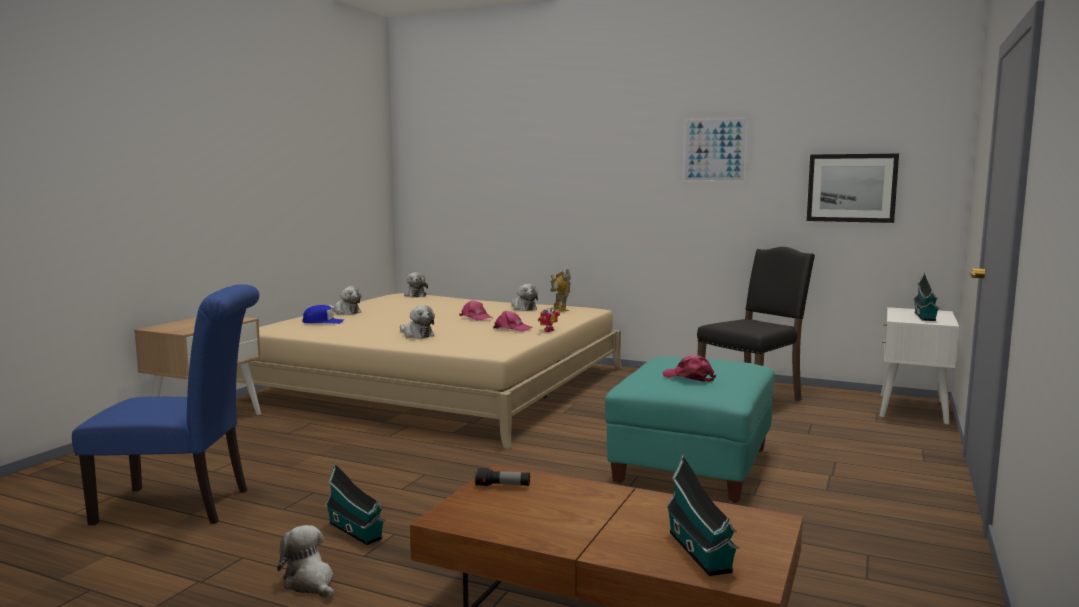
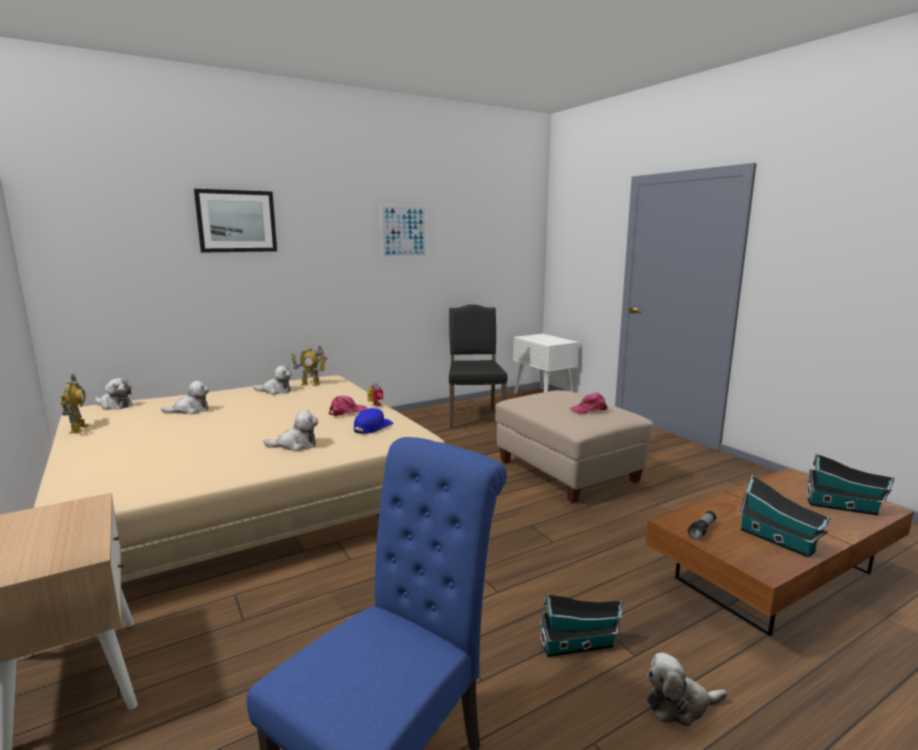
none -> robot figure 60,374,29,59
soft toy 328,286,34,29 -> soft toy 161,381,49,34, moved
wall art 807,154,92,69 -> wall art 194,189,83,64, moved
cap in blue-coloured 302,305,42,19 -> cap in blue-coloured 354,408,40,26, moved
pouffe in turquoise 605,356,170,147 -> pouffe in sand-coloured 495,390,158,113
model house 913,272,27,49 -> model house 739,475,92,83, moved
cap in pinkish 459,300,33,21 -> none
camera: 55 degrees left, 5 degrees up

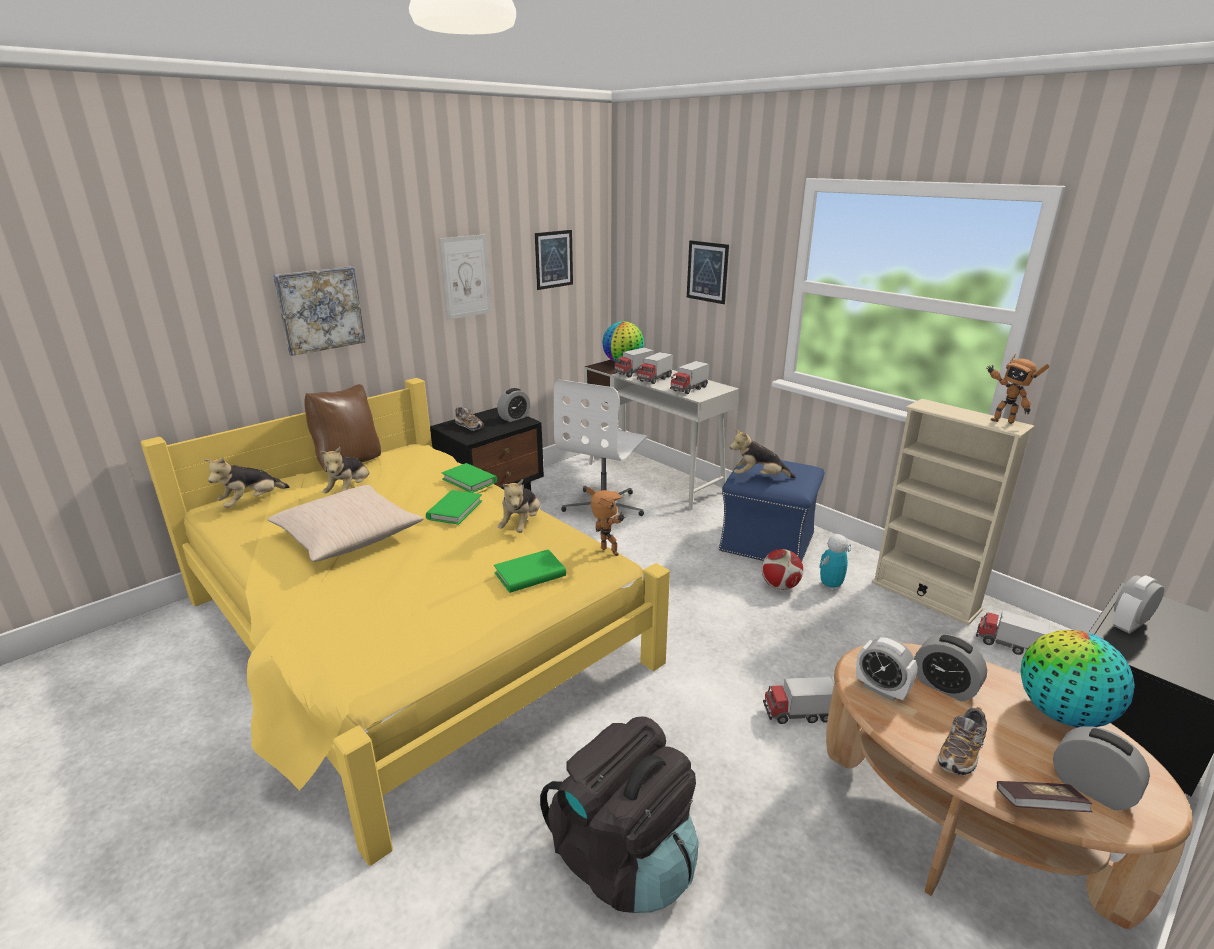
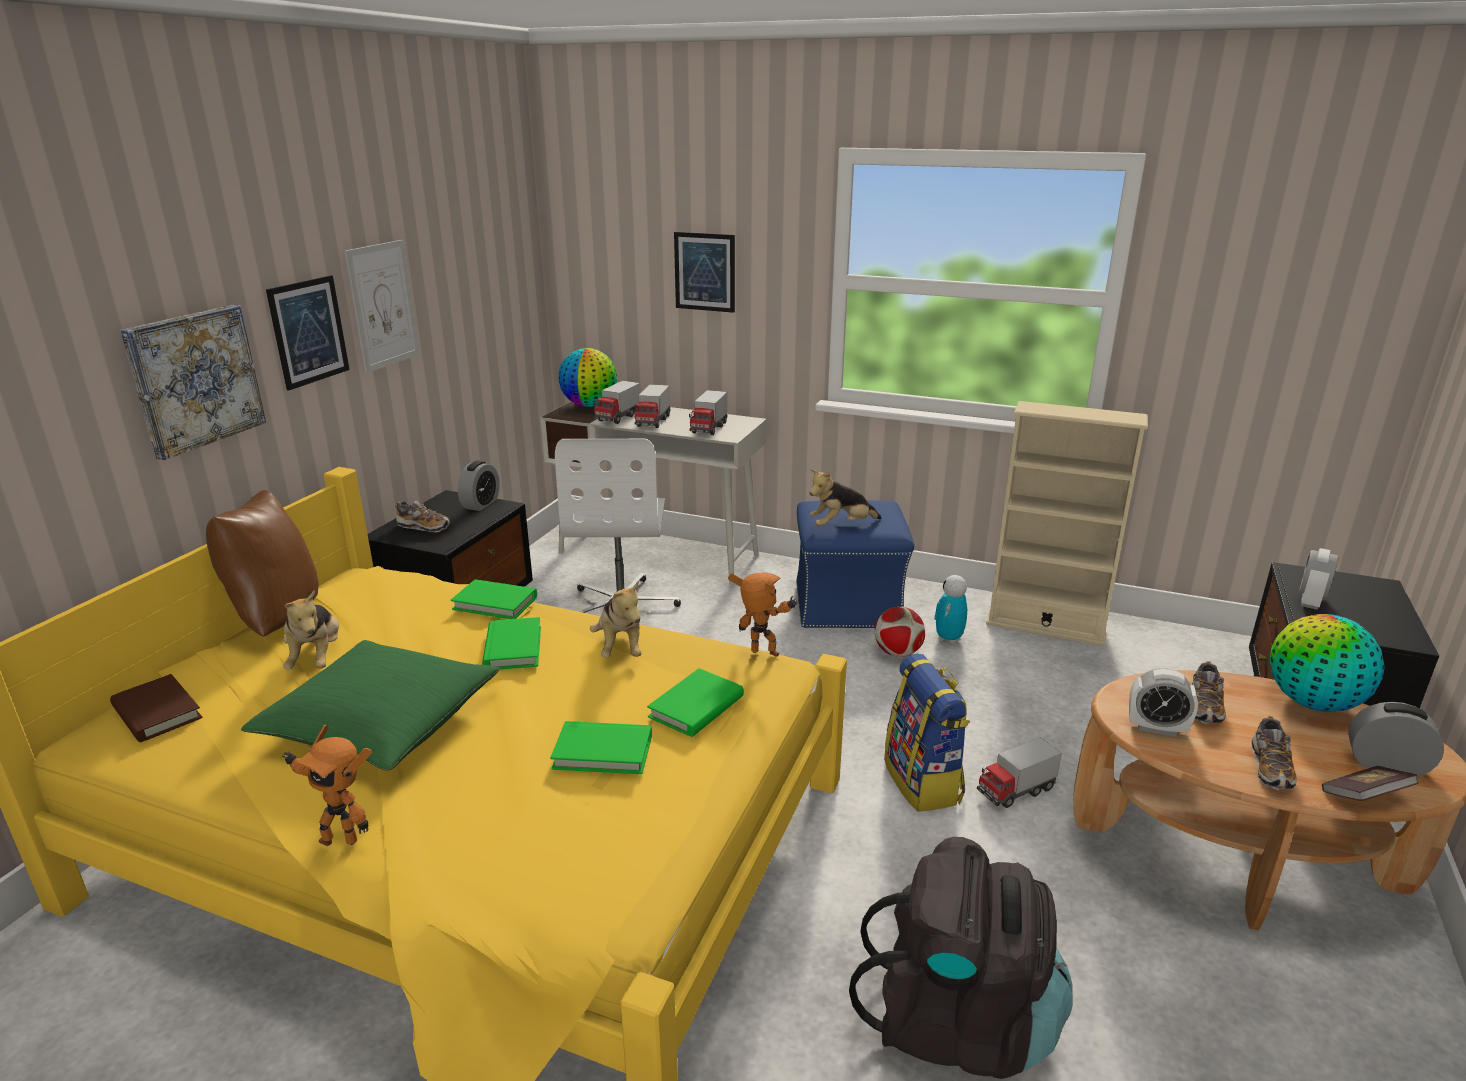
soft toy 204,457,86,51 -> volume in brownish 110,674,93,68
cushion in sand-coloured 267,485,157,77 -> cushion in greenish 241,640,259,131
wall art 535,230,38,60 -> wall art 266,275,84,116, moved
robot figure 986,354,63,70 -> robot figure 282,725,90,121, moved
none -> volume in greenish 550,721,102,53
none -> backpack 884,654,86,158
bedside clock 914,634,73,67 -> item of footwear 1192,661,34,63
model truck 976,610,74,45 -> none
camera: 25 degrees left, 0 degrees up

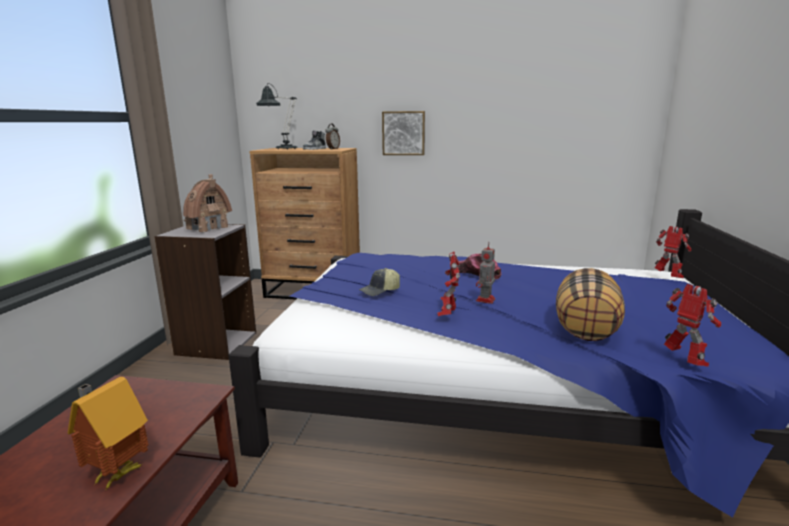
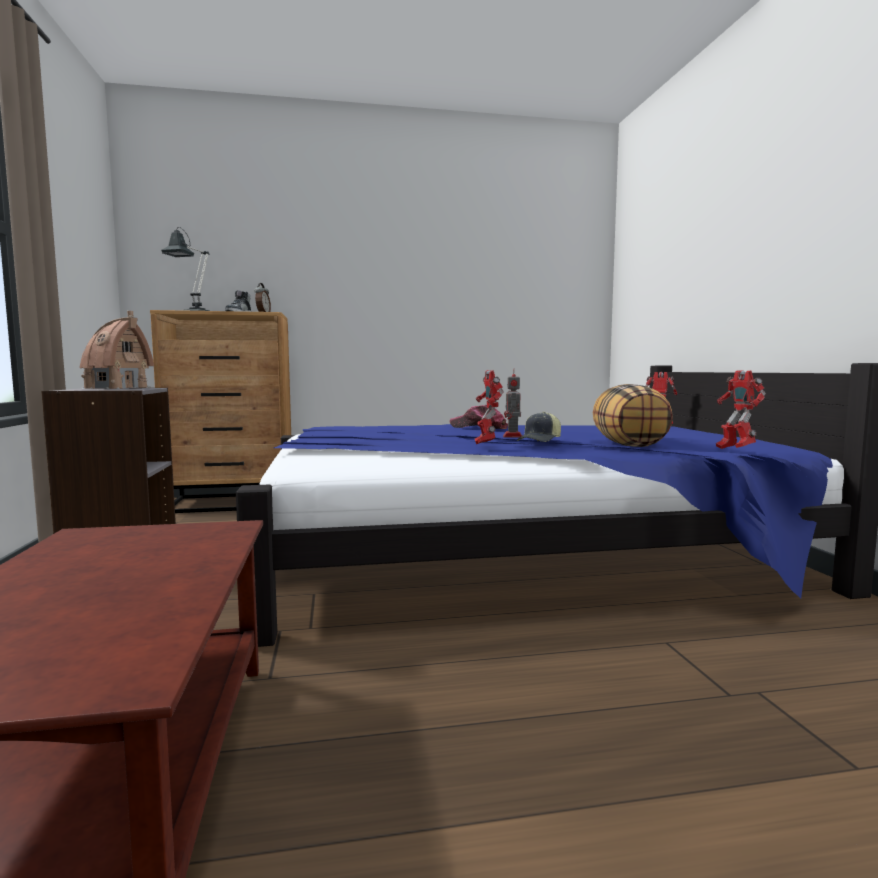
cap 359,268,41,28 -> cap 517,412,44,30, moved
robot figure 664,284,57,83 -> robot figure 716,370,50,79, 150 degrees counterclockwise
model house 67,377,82,114 -> none
wall art 382,111,43,44 -> none
camera: 20 degrees left, 10 degrees down

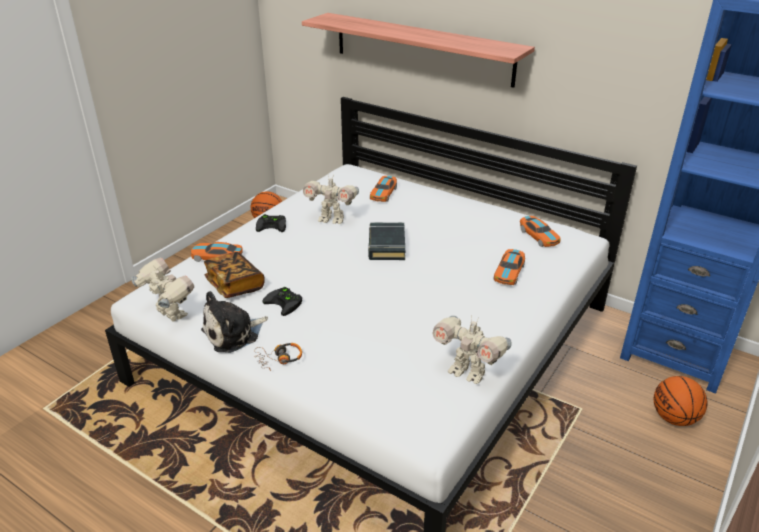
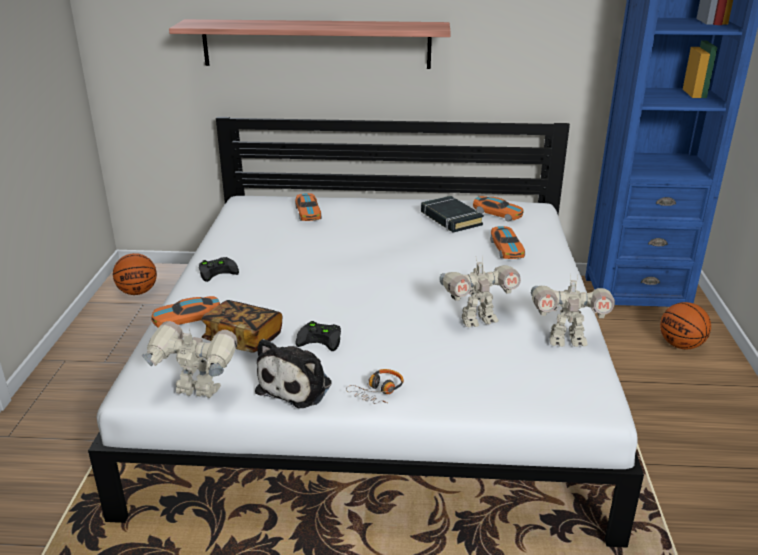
volume in black-coloured 368,222,37,38 -> volume in black-coloured 421,196,63,37, moved
robot figure 303,174,56,50 -> robot figure 439,258,82,69, moved
camera: 30 degrees left, 5 degrees down

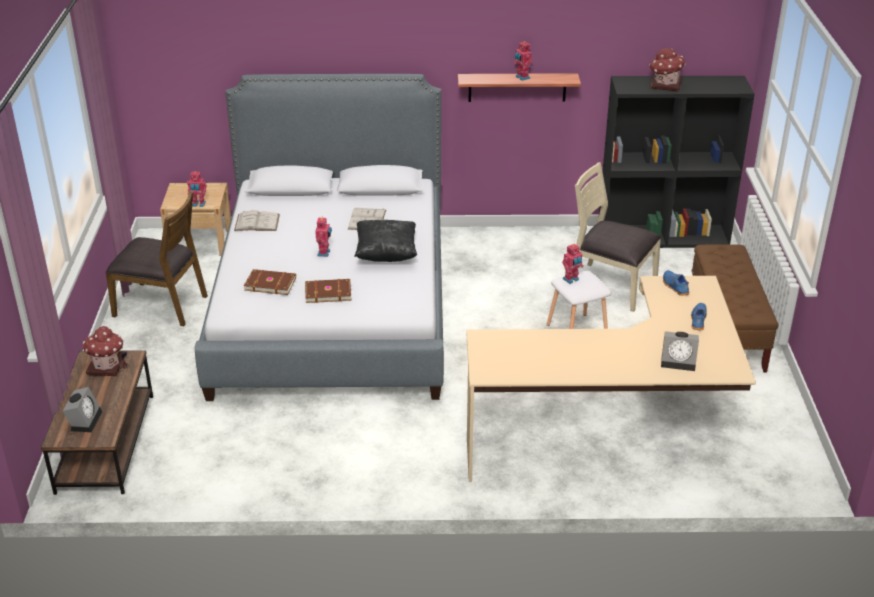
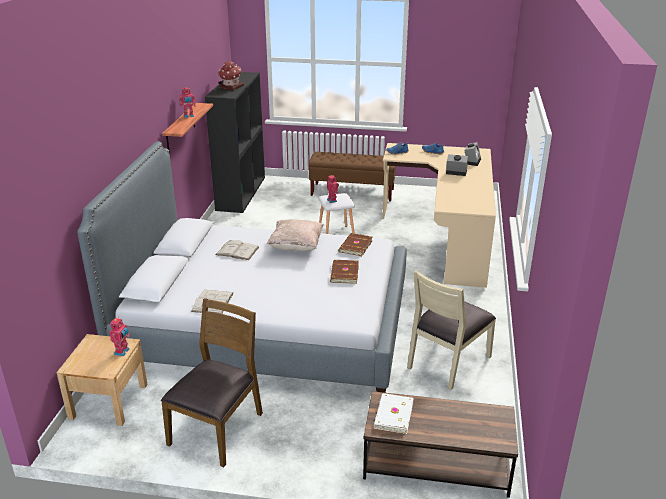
cushion in black-coloured 354,220,63,42 -> cushion in sand-coloured 267,219,57,32
volume in brownish 244,269,52,26 -> volume in brownish 339,233,34,23, moved
model house 83,326,45,50 -> volume in white 374,393,40,41
plain chair in sand-coloured 575,162,86,150 -> plain chair in sand-coloured 407,270,89,120, moved
bedside clock 63,387,39,45 -> bedside clock 446,154,22,22, moved
robot figure 315,216,17,41 -> none
camera: 80 degrees left, 5 degrees down

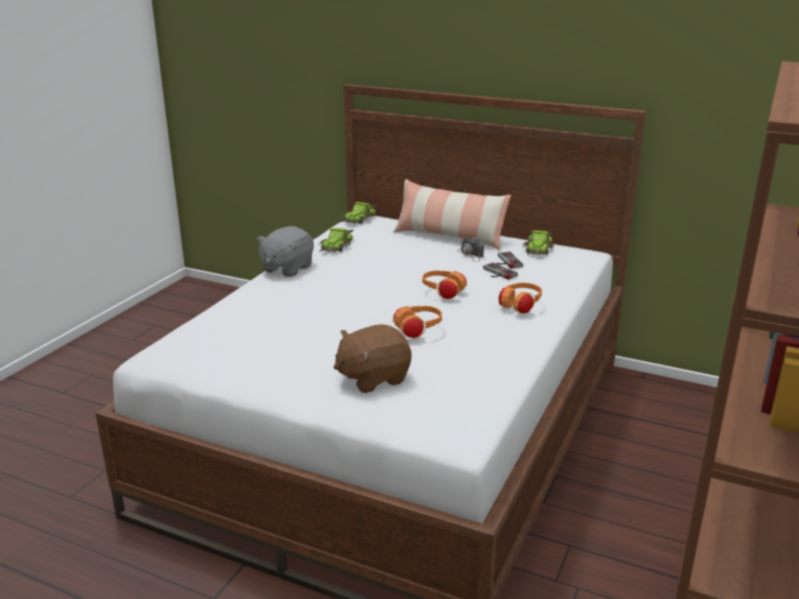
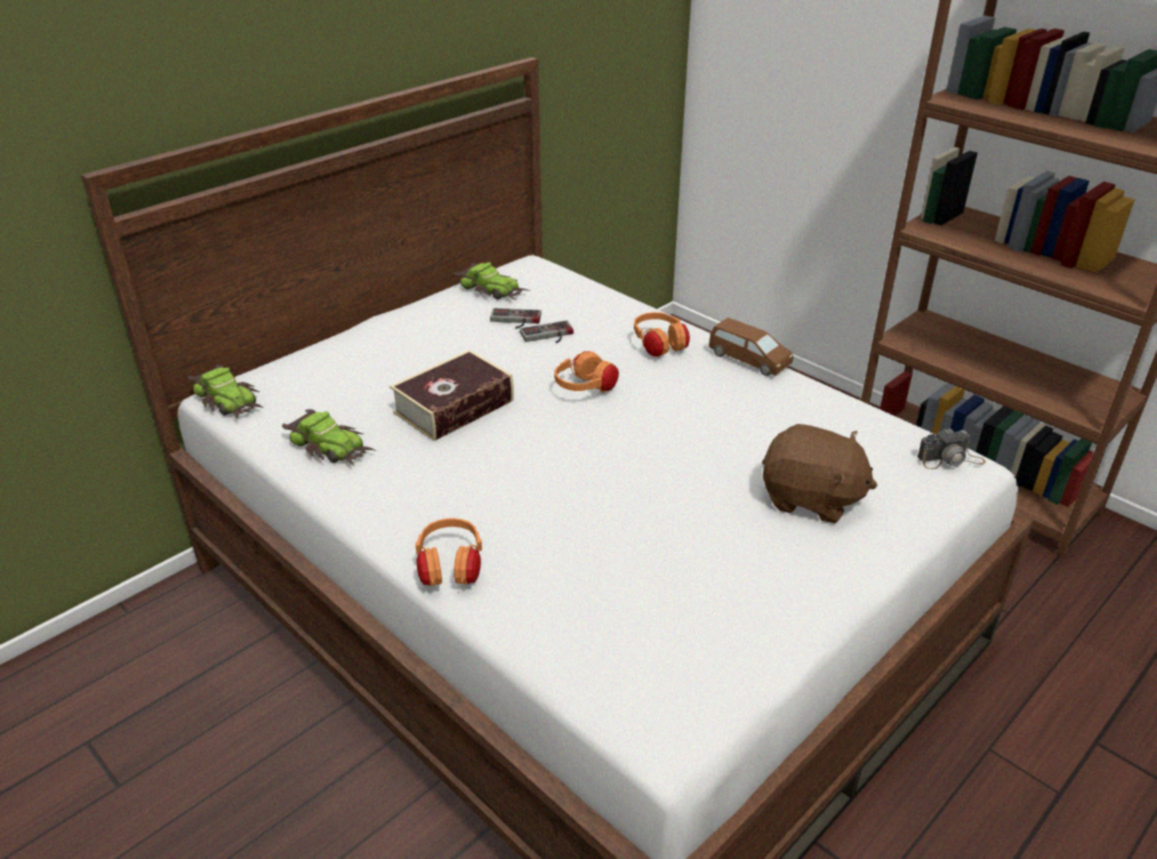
none -> volume 390,350,124,91
headset in orangey 392,306,50,32 -> headset in orangey 415,518,67,68, moved
none -> model car in brownish 709,318,84,58
soft toy in brownish 334,324,77,69 -> soft toy in brownish 762,424,116,99, 60 degrees counterclockwise
still camera 457,237,27,25 -> still camera 917,428,69,41, moved
soft toy in grey 257,226,57,51 -> none
cushion 394,179,117,71 -> none
camera: 70 degrees left, 10 degrees up

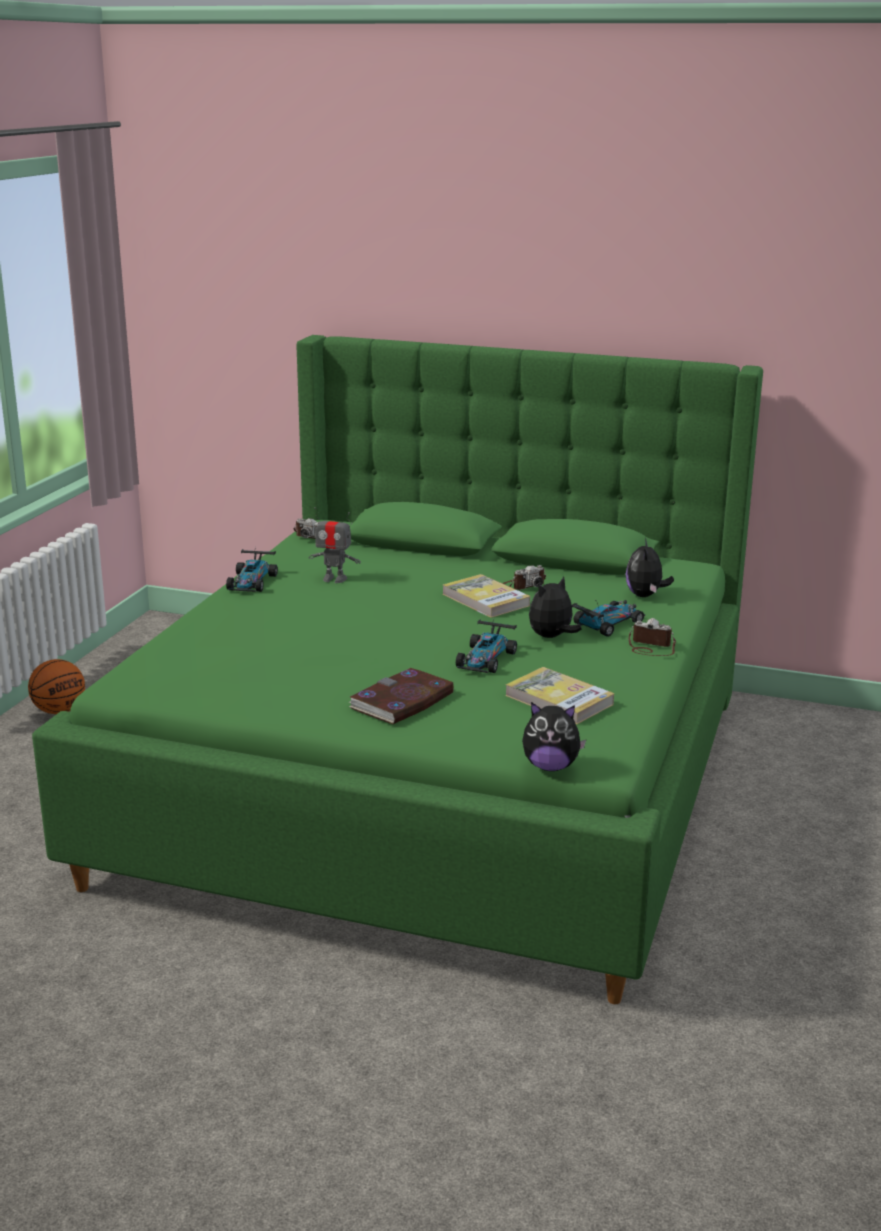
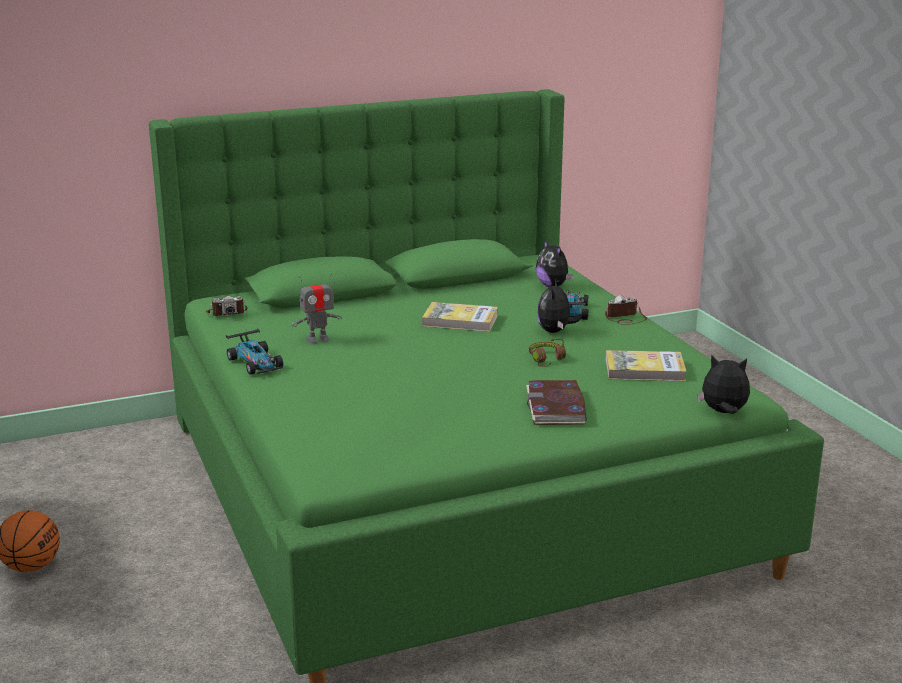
model car 456,619,61,54 -> headset in brownish 529,339,37,28
soft toy 522,702,64,69 -> soft toy 697,355,53,59, 135 degrees counterclockwise
still camera 502,565,44,25 -> none
camera: 40 degrees left, 0 degrees up

